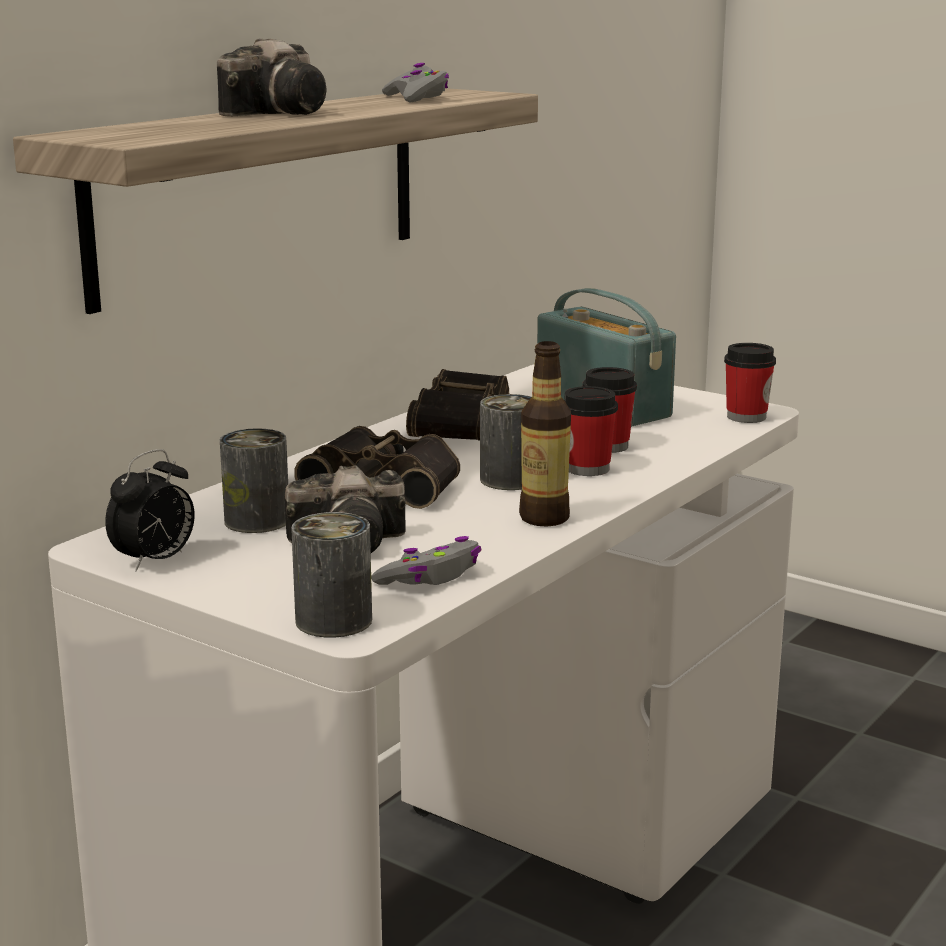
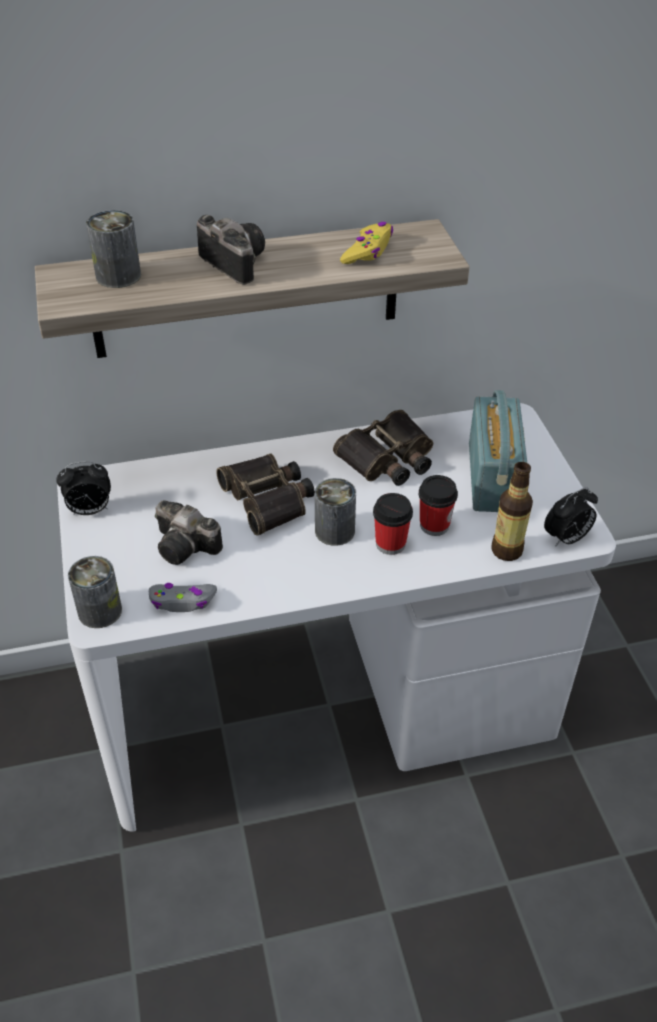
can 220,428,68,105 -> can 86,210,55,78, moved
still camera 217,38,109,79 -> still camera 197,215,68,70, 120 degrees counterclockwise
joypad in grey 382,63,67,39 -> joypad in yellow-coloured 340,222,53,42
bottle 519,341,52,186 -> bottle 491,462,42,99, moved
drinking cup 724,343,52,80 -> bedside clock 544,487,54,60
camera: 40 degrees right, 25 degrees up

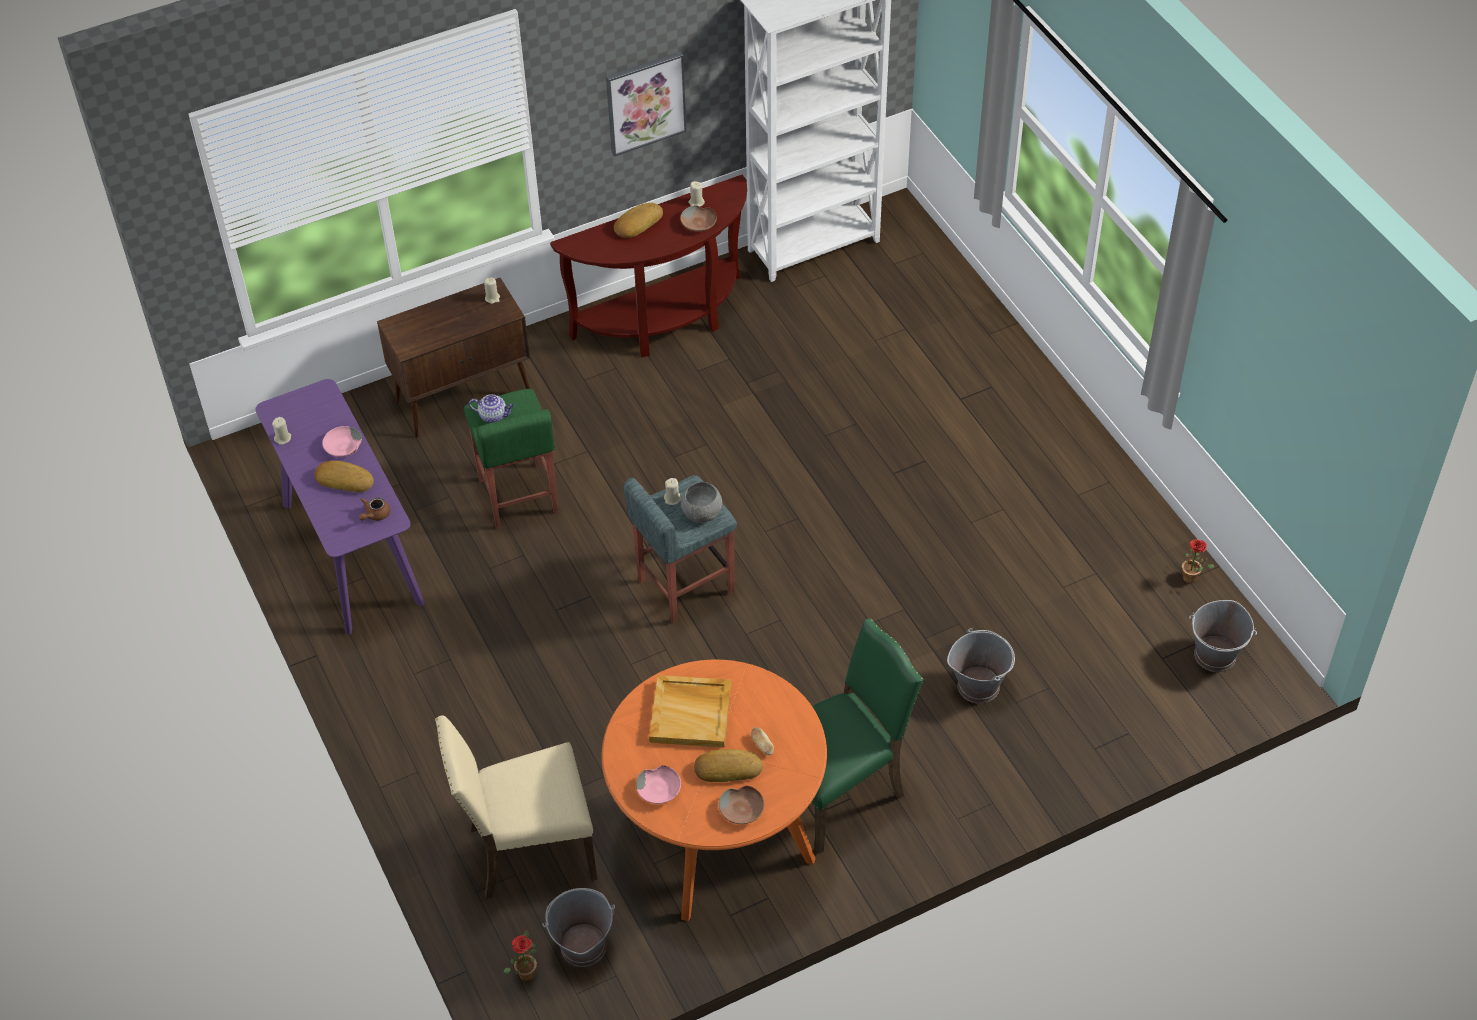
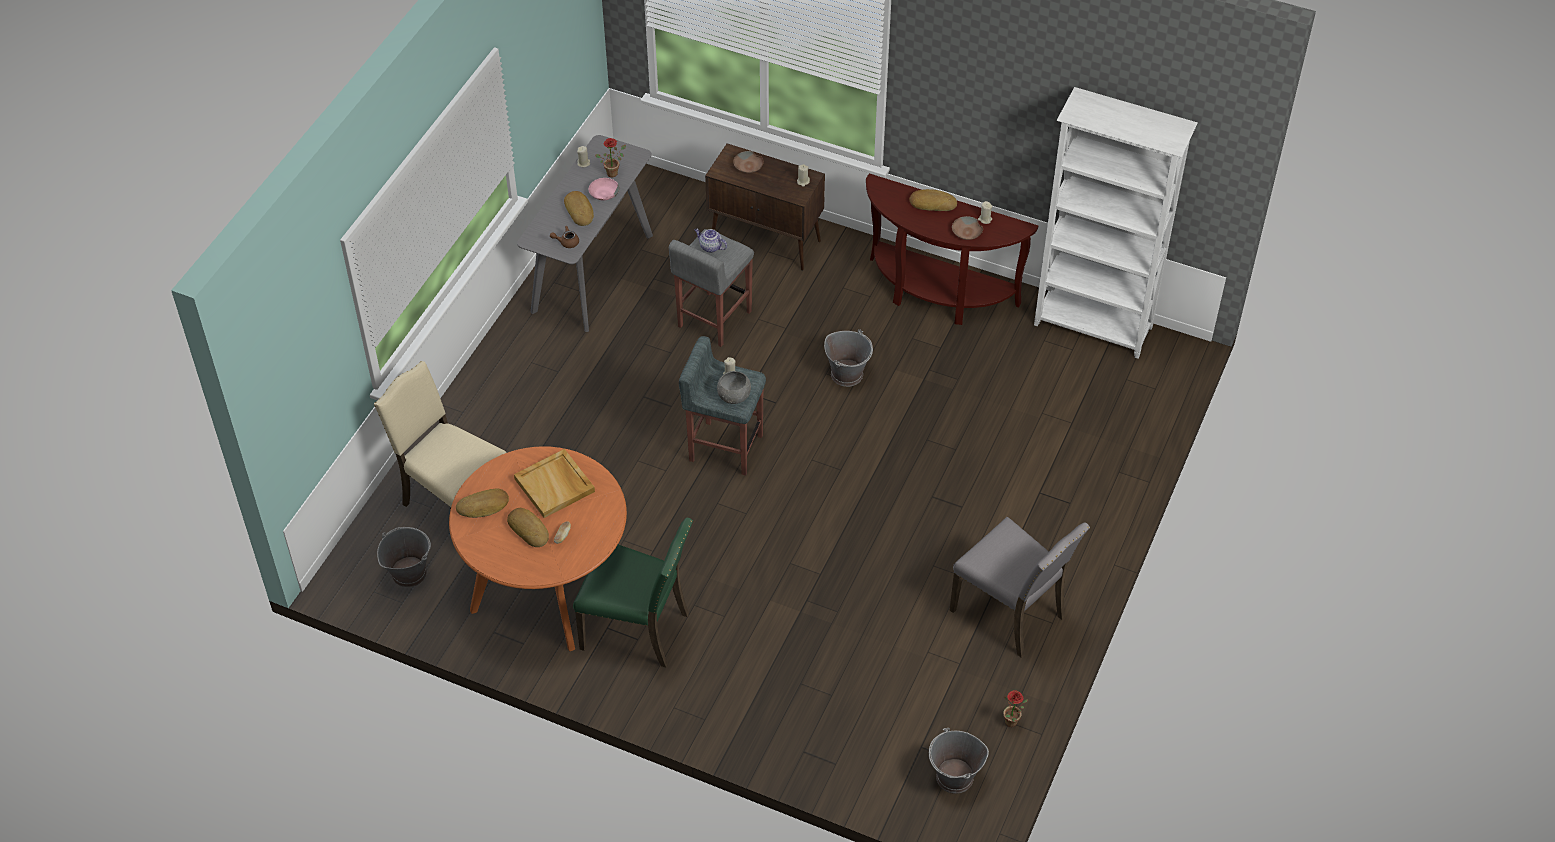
bowl in pinkish 636,765,45,39 -> bread 456,489,53,29
narrow table in purple-coloured 255,379,170,256 -> narrow table in grey 517,135,136,197
plant in a pot 504,930,33,51 -> plant in a pot 595,138,31,39, moved
stool seat in greenish 464,389,94,140 -> stool seat in grey 669,229,85,118
tea pot 469,394,45,29 -> tea pot 694,228,33,25, 150 degrees clockwise
bowl in brownish 719,786,45,38 -> bowl in brownish 733,151,31,22, moved
water bucket in grey 947,628,68,76 -> water bucket in grey 824,329,49,58, moved
none -> plain chair in grey 950,517,140,141
wall art 606,52,80,105 -> none
camera: 50 degrees right, 0 degrees up

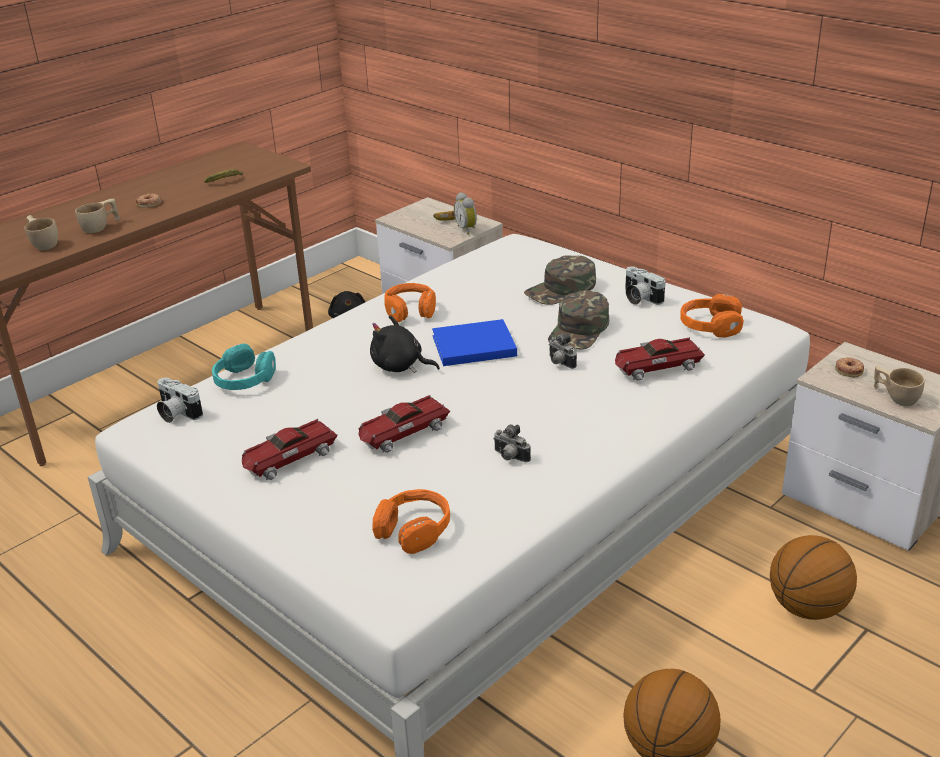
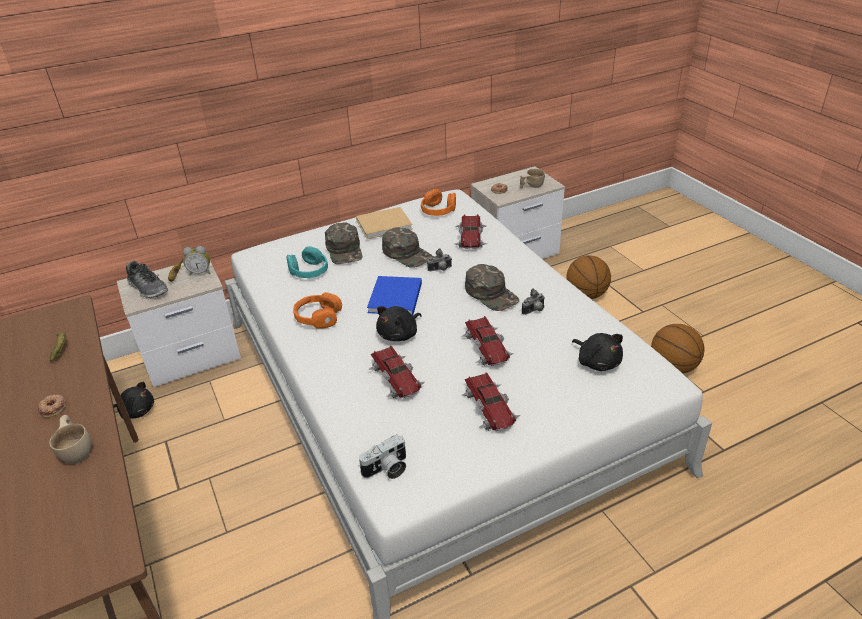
none -> item of footwear 126,261,42,38
headset in turquoise 212,343,64,47 -> headset in turquoise 287,246,41,32, moved
still camera 625,266,40,39 -> volume in sand-coloured 356,207,57,32
none -> model car 368,345,57,54
none -> cap in greenish 465,264,54,47
headset in orangey 372,489,78,65 -> soft toy in black-coloured 572,333,51,38
drinking cup in sand-coloured 24,215,34,35 -> none
camera: 70 degrees left, 5 degrees up

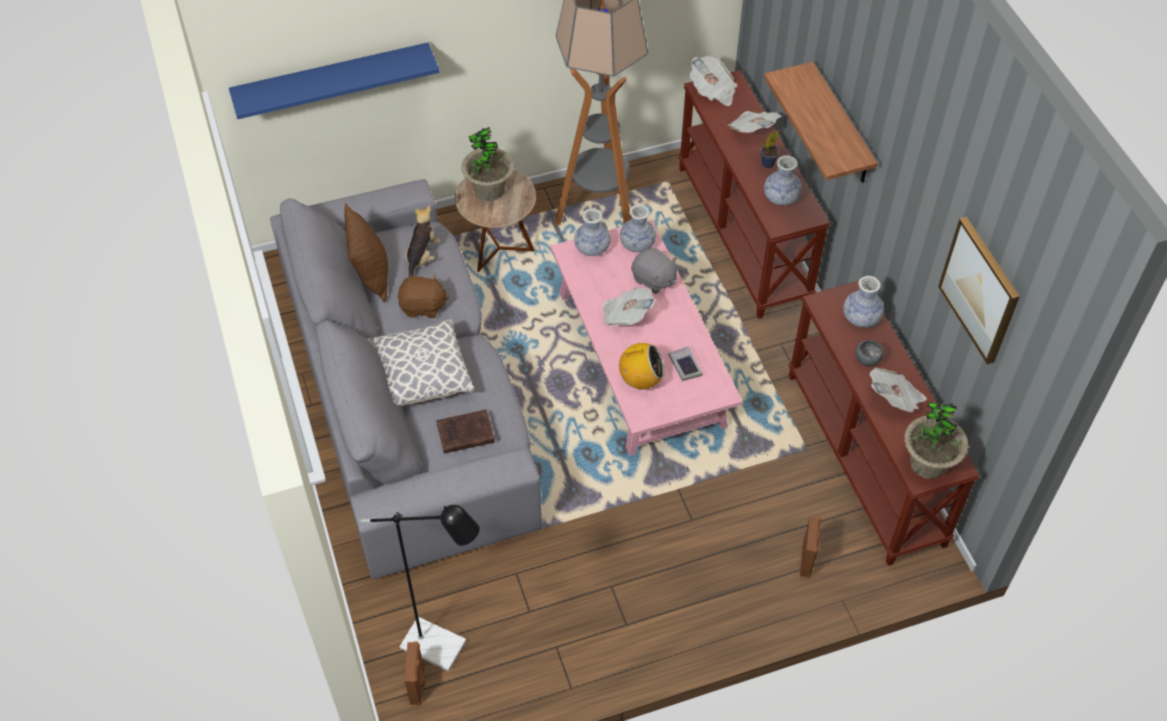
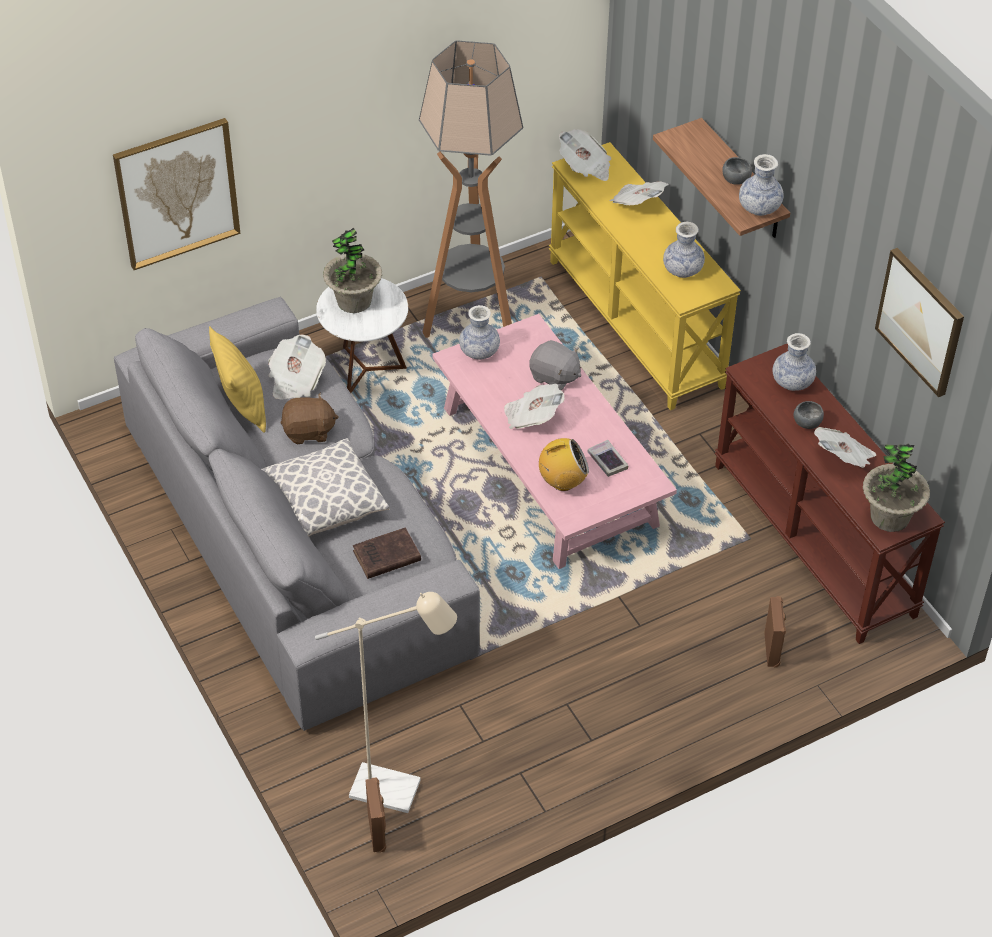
wall shelf in blue-coloured 229,43,210,76 -> wall art 113,118,127,152
cushion in brownish 344,203,44,100 -> cushion in yellow-coloured 209,327,57,106
soft toy 405,206,35,71 -> daily paper 268,334,58,65
standing lamp in black-coloured 361,505,119,166 -> standing lamp in sand-coloured 315,592,142,221
accent table in brownish 455,170,81,102 -> accent table in white 316,278,92,115
narrow table in brownish 678,70,153,249 -> narrow table in yellow-coloured 549,142,192,268
none -> bowl in grey 722,157,30,28
flower vase 620,204,36,48 -> flower vase 739,154,45,62, moved
plant in a pot 760,130,19,38 -> none
camera: 10 degrees left, 5 degrees down

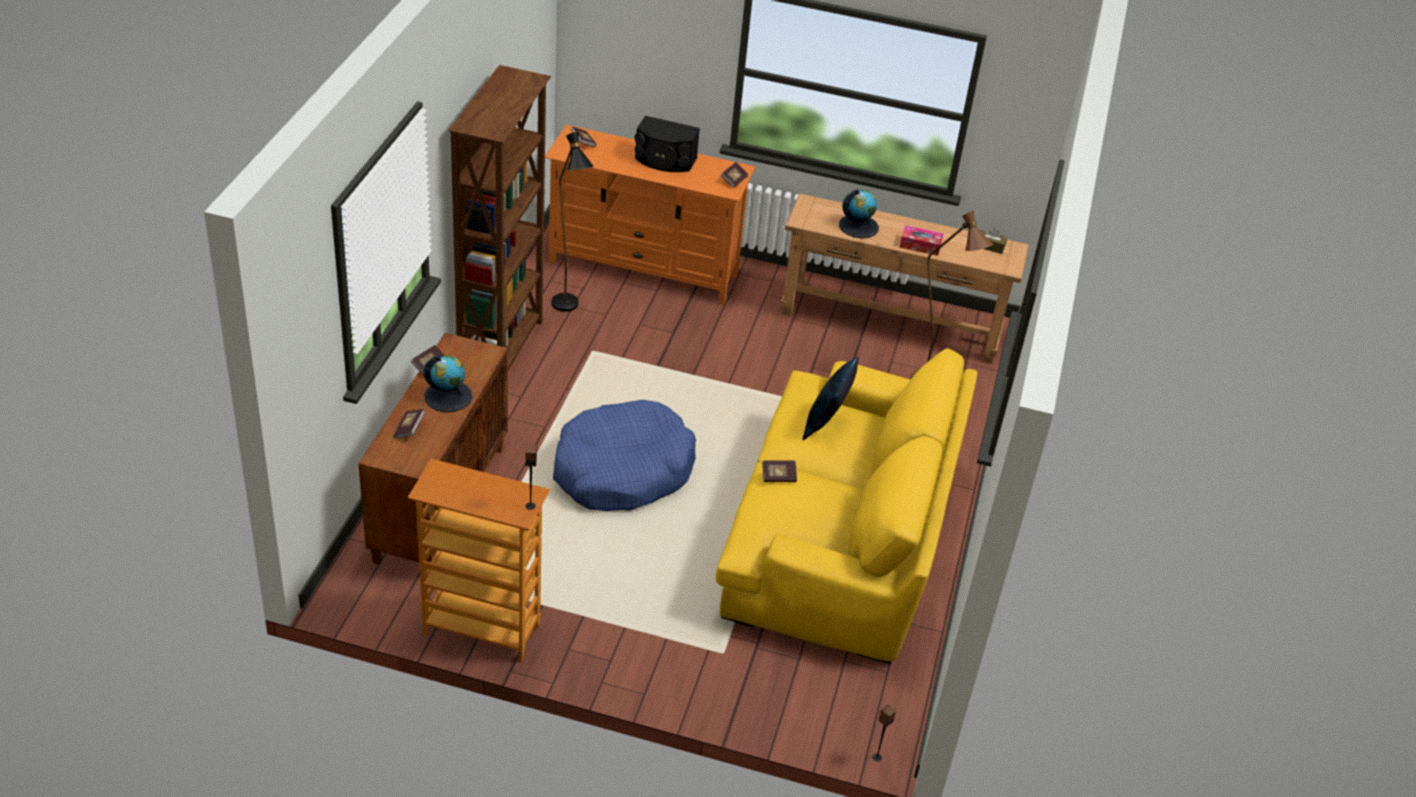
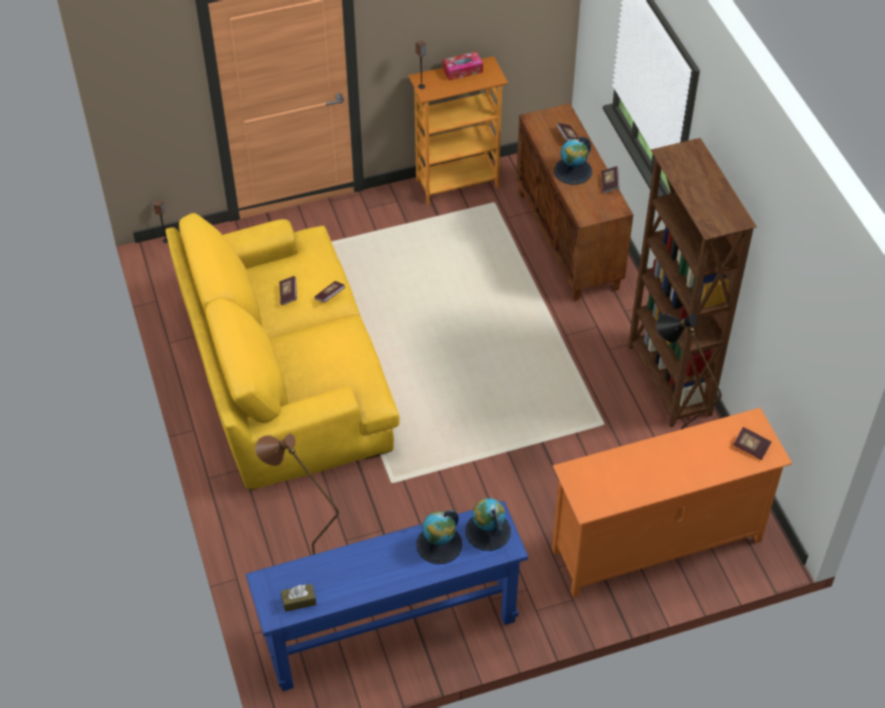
narrow table in brownish 780,193,249,171 -> narrow table in blue-coloured 246,501,282,190
volume 721,162,27,26 -> volume 279,276,18,29, moved
box of tissues 900,225,44,31 -> box of tissues 443,52,40,29, moved
none -> world globe 465,498,46,53
dog cushion in blue-coloured 553,400,143,111 -> none
loudspeaker in black-coloured 635,116,65,56 -> none
cushion in blue-coloured 802,357,57,83 -> none
camera: 150 degrees right, 10 degrees up

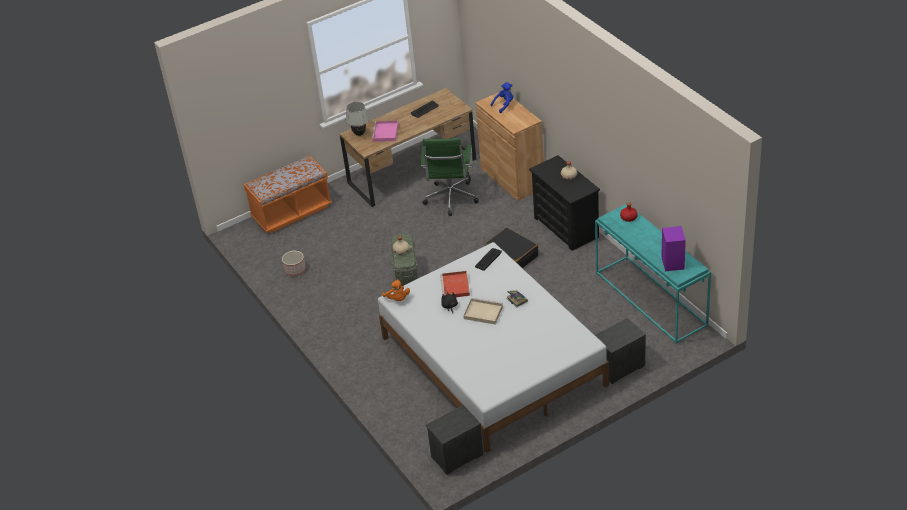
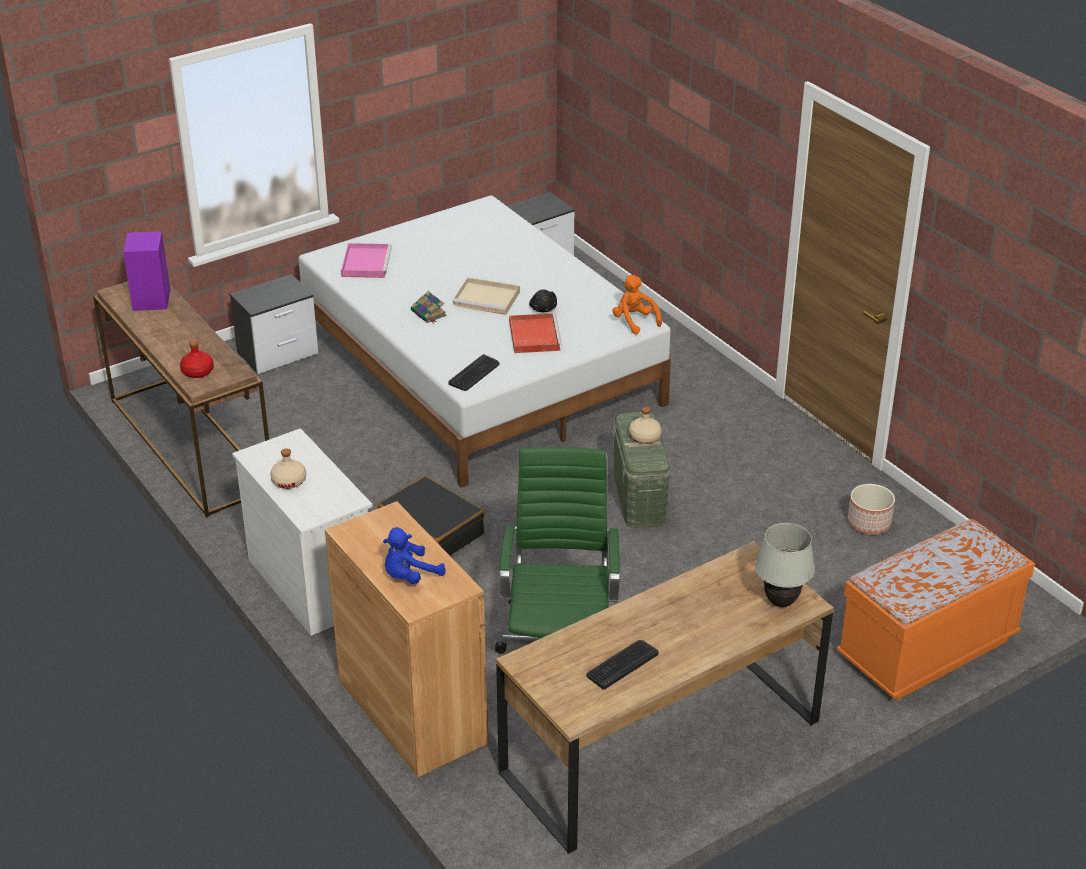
narrow table in turquoise 595,204,116,140 -> narrow table in brownish 93,281,176,237
drawer chest in black-coloured 529,155,71,96 -> drawer chest in white 232,428,141,208
carrying tray in pinkish 372,121,26,21 -> carrying tray in pinkish 341,243,51,35, moved
camera: 175 degrees right, 5 degrees down

